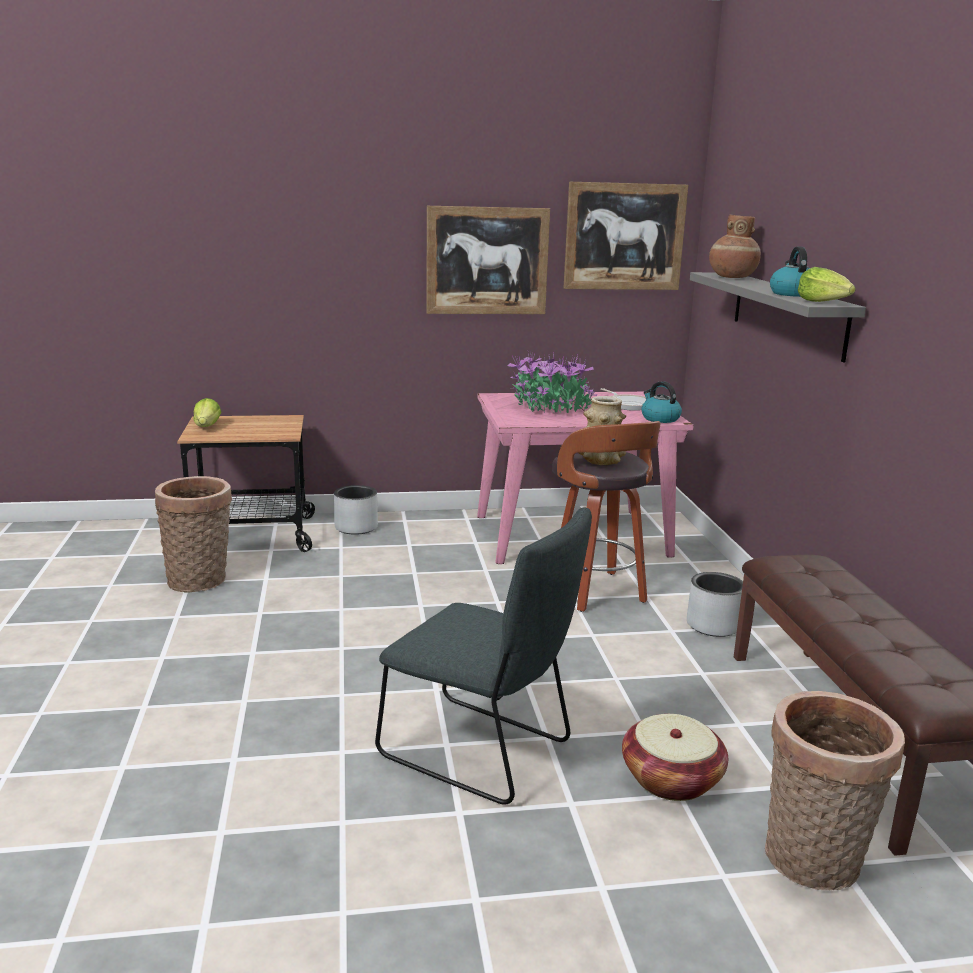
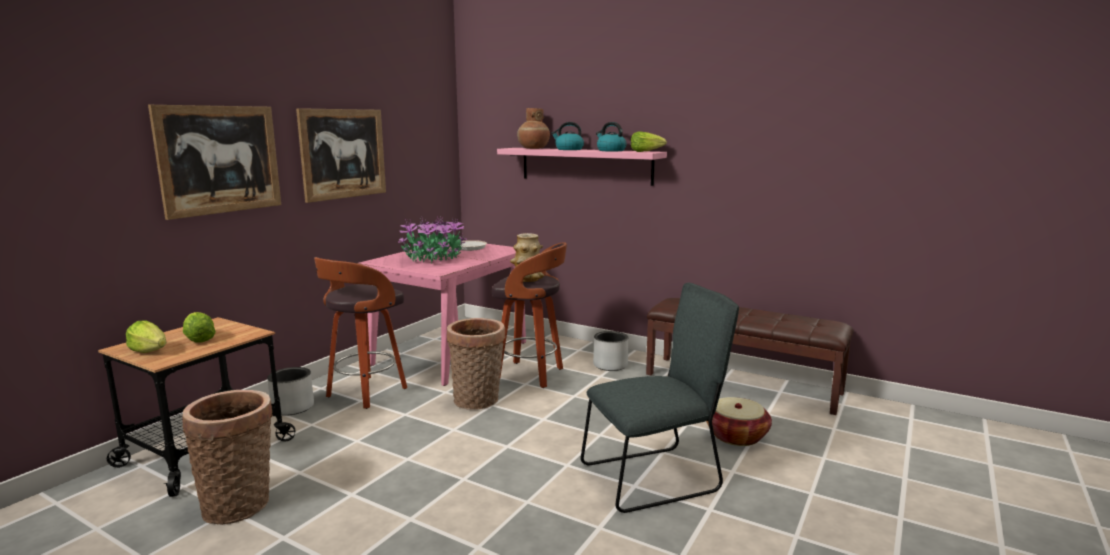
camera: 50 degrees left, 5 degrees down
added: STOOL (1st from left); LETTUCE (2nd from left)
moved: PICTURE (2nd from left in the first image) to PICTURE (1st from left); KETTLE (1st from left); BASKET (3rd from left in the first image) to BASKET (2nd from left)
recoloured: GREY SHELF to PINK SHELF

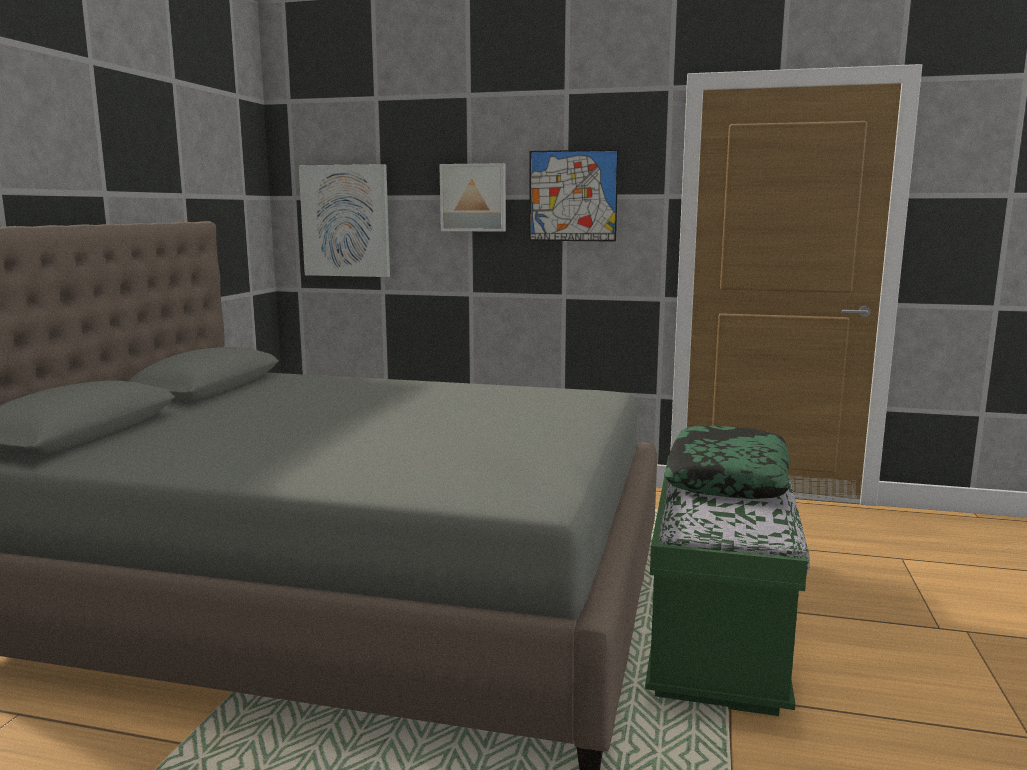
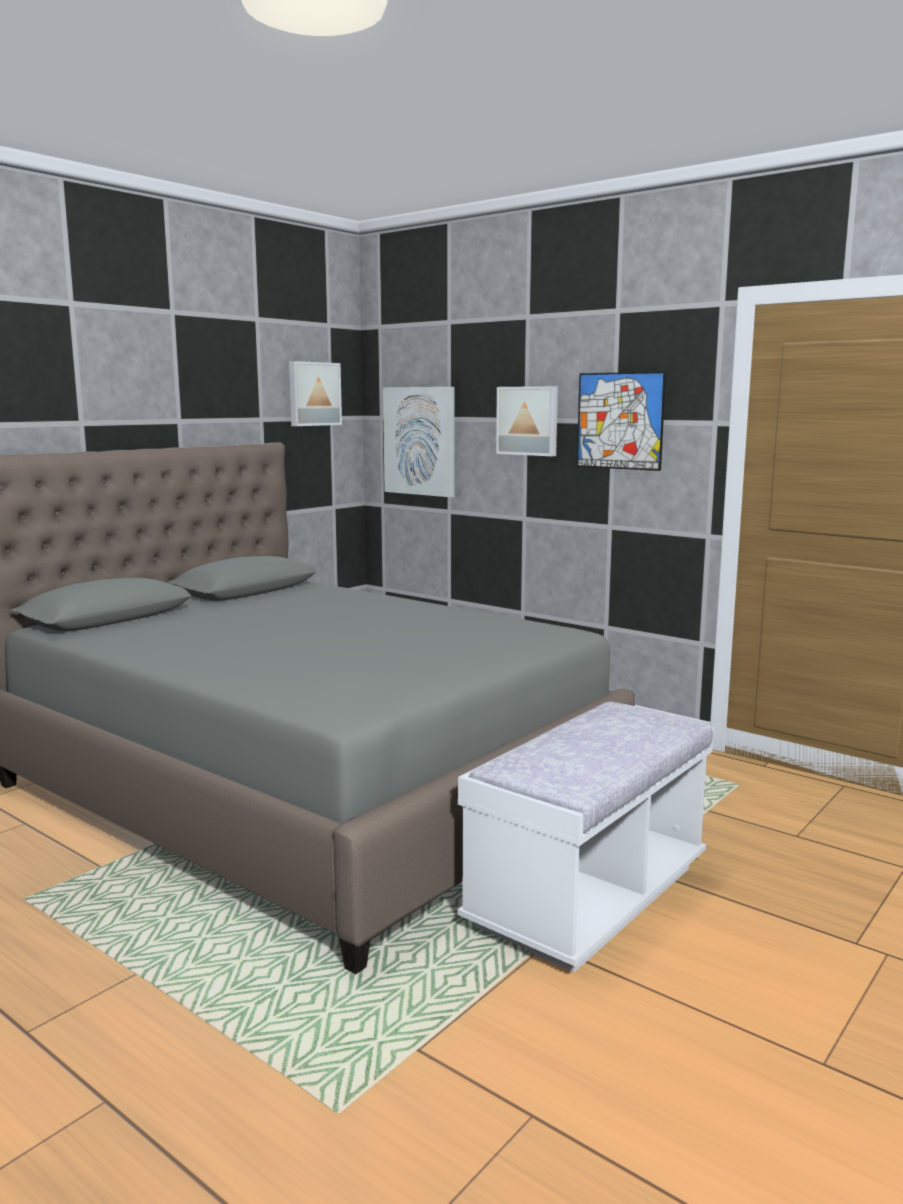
camera: 25 degrees right, 0 degrees up
removed: PILLOW
added: PICTURE (1st from left)
recoloured: GREEN BENCH to WHITE BENCH

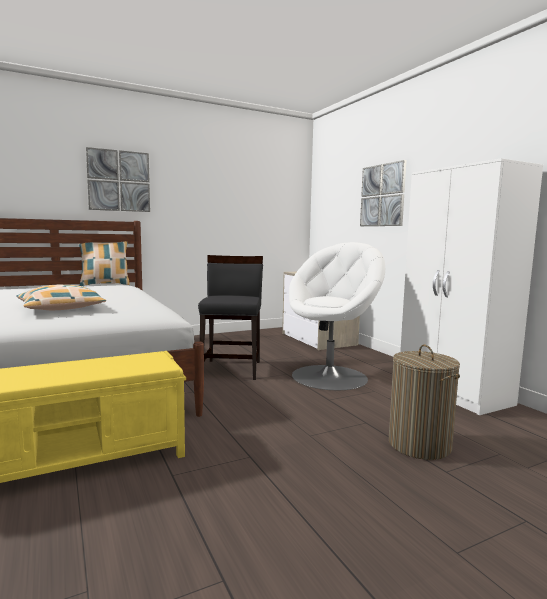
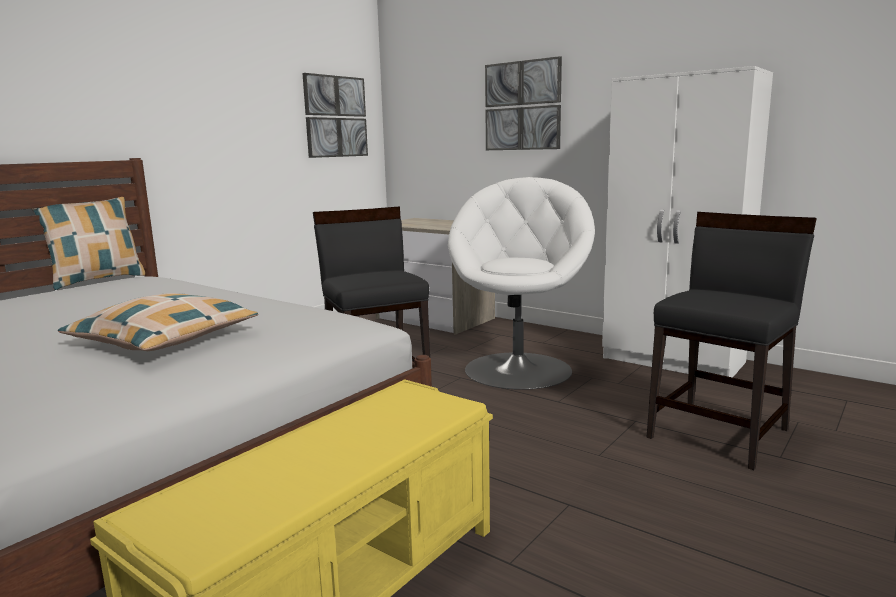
camera: 25 degrees left, 5 degrees up
moved: PICTURE (1st from left)
replaced: LAUNDRY BASKET to BLACK CHAIR (2nd from left)

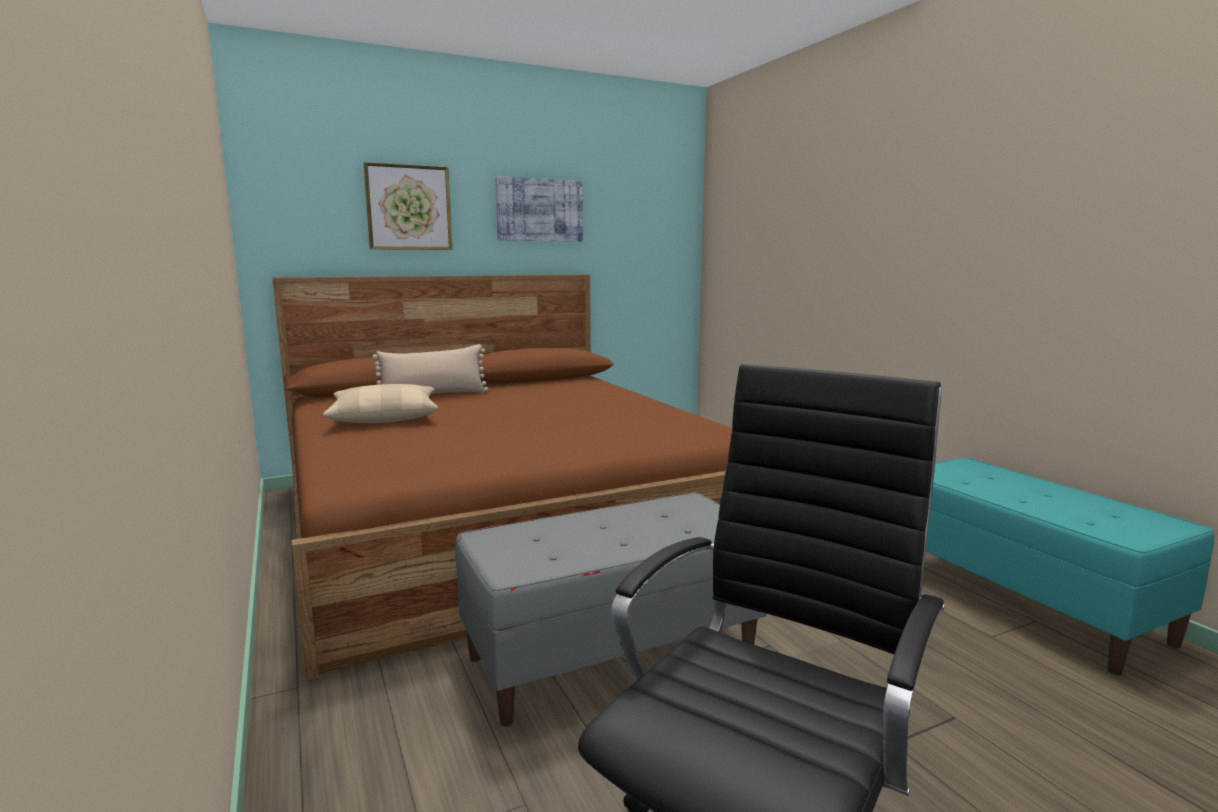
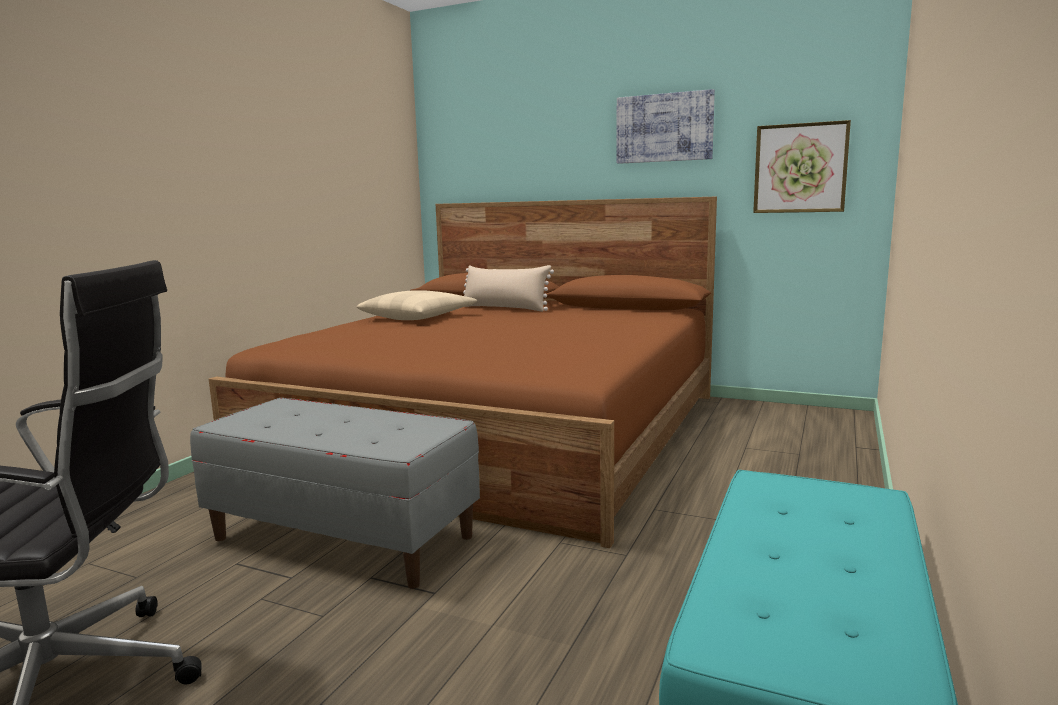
camera: 50 degrees right, 0 degrees up
moved: PICTURE (1st from left in the first image) to PICTURE (2nd from left)

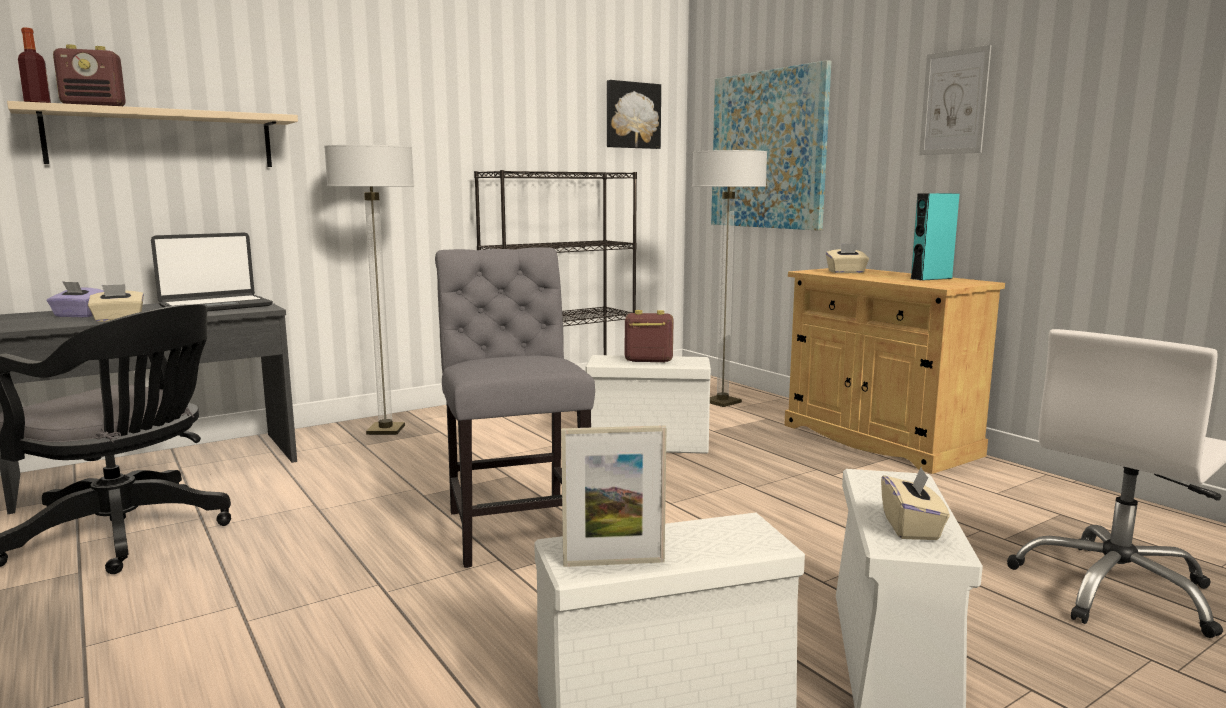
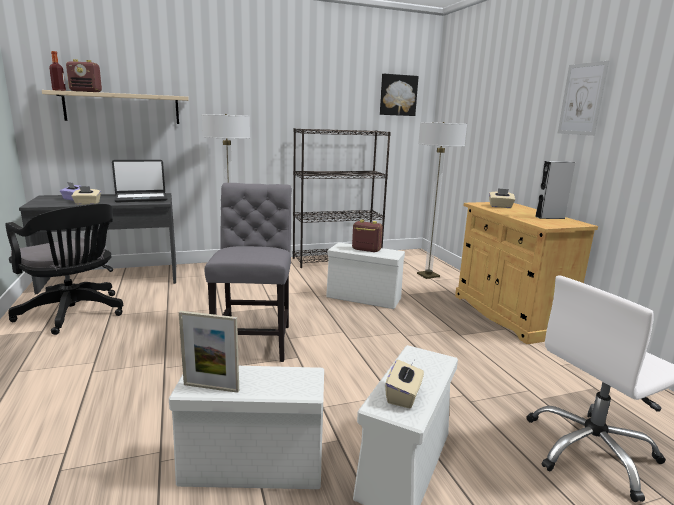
camera: 15 degrees right, 5 degrees up
removed: PICTURE (2nd from left)
recoloured: TURQUOISE SPEAKER to GREY SPEAKER

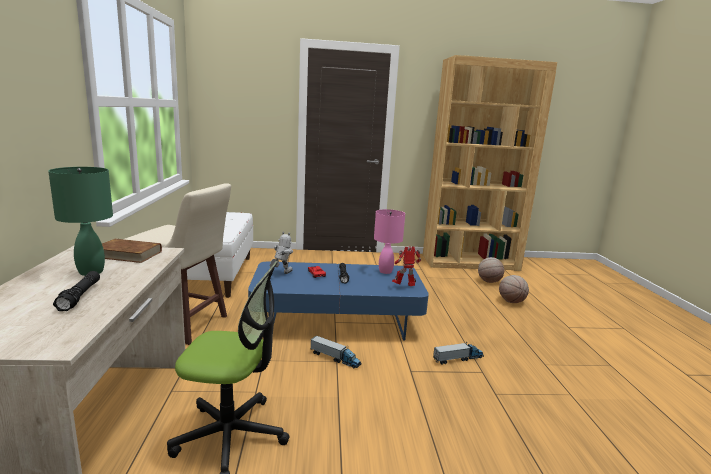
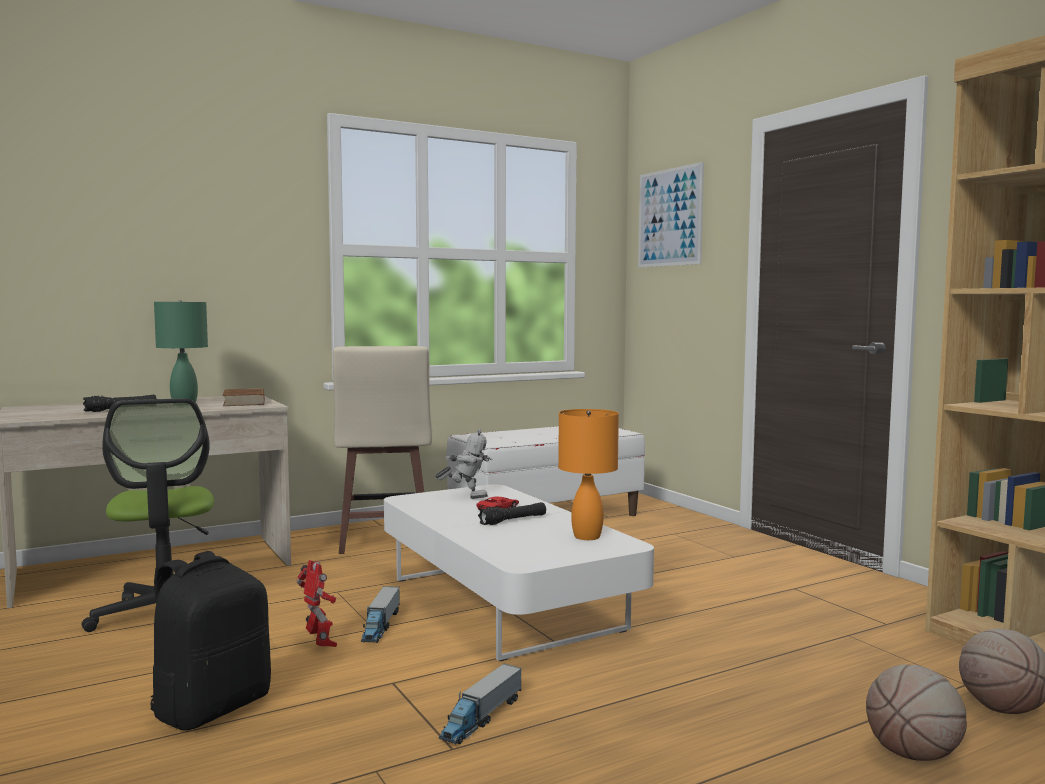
camera: 65 degrees right, 10 degrees down
added: PICTURE; BLACK BACKPACK
moved: TOY ROBOT (2nd from left in the first image) to TOY ROBOT (1st from left)
recoloured: PINK TABLE LAMP to ORANGE TABLE LAMP; BLUE COFFEE TABLE to WHITE COFFEE TABLE
turned: TOY TRUCK (2nd from left) 75 degrees clockwise

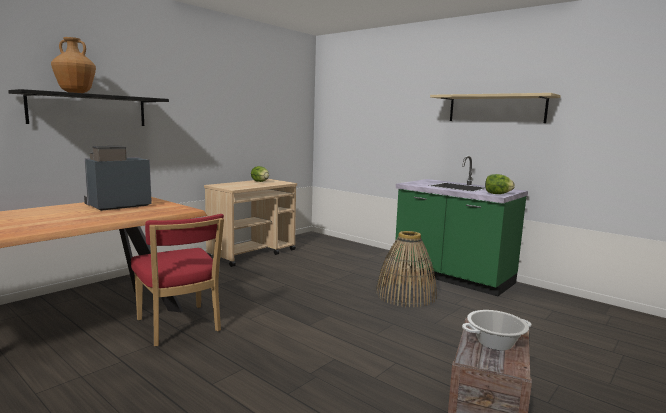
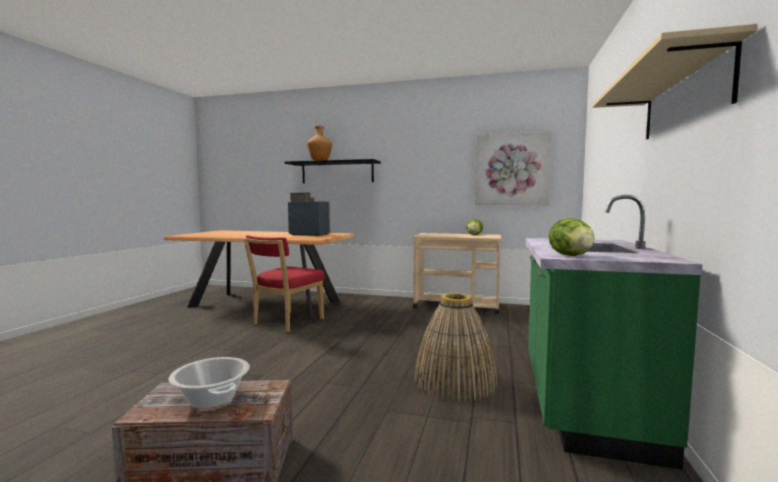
camera: 65 degrees right, 5 degrees down
added: PICTURE

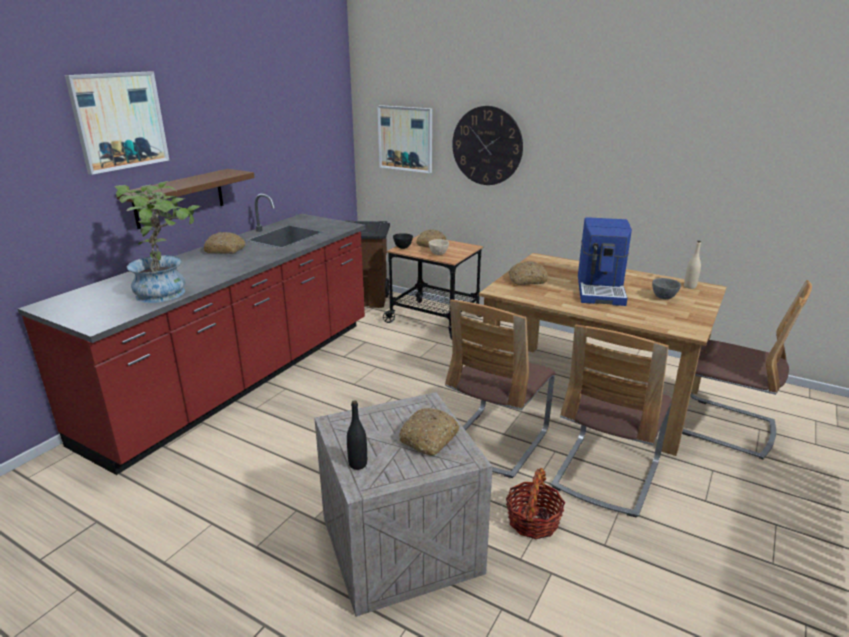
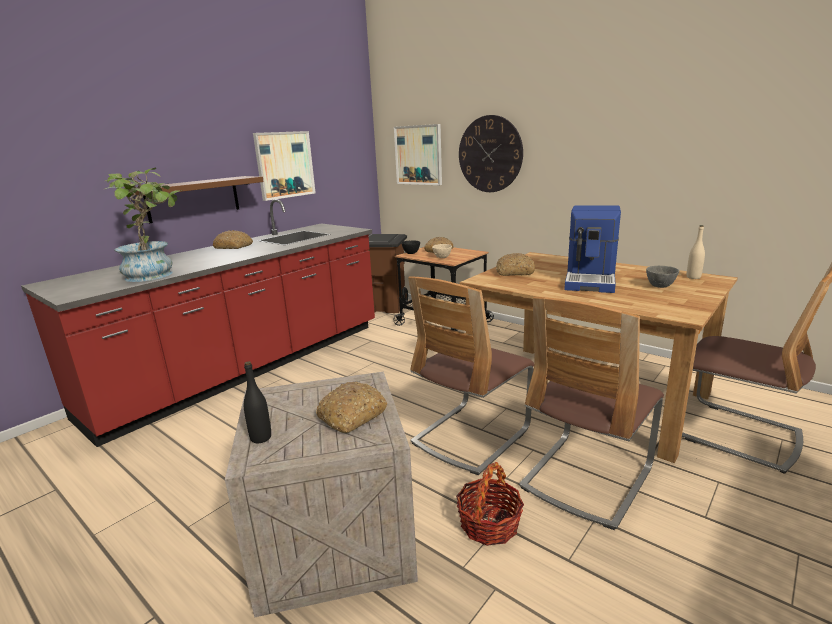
camera: 10 degrees right, 5 degrees down
moved: PICTURE (1st from left)

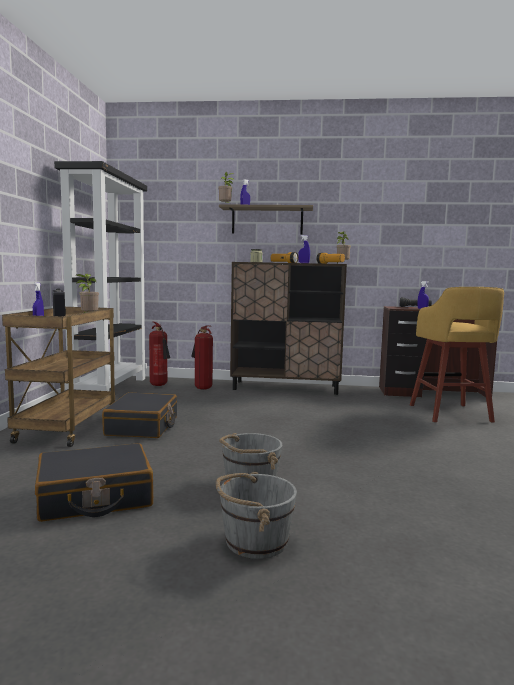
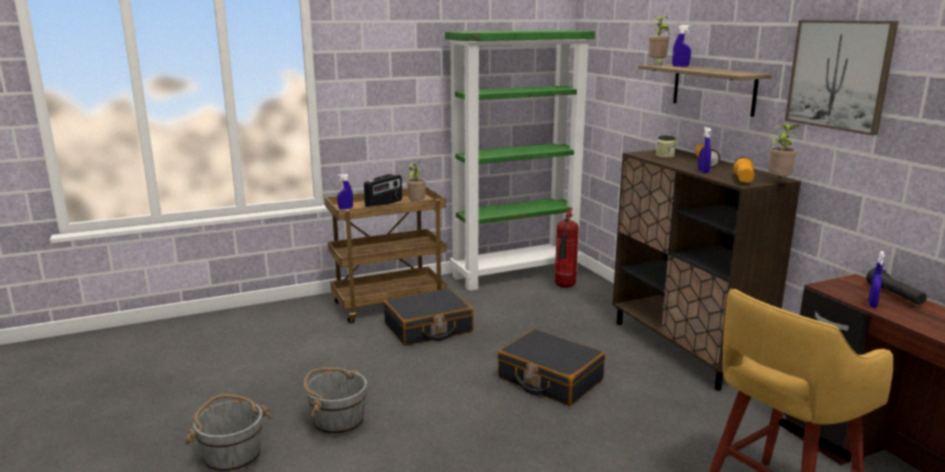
camera: 60 degrees right, 10 degrees up
removed: FIRE EXTINGUISHER (2nd from left)
added: PICTURE
moved: BLACK SUITCASE (1st from left in the first image) to BLACK SUITCASE (2nd from left)
recoloured: BLACK BOOKCASE to GREEN BOOKCASE

